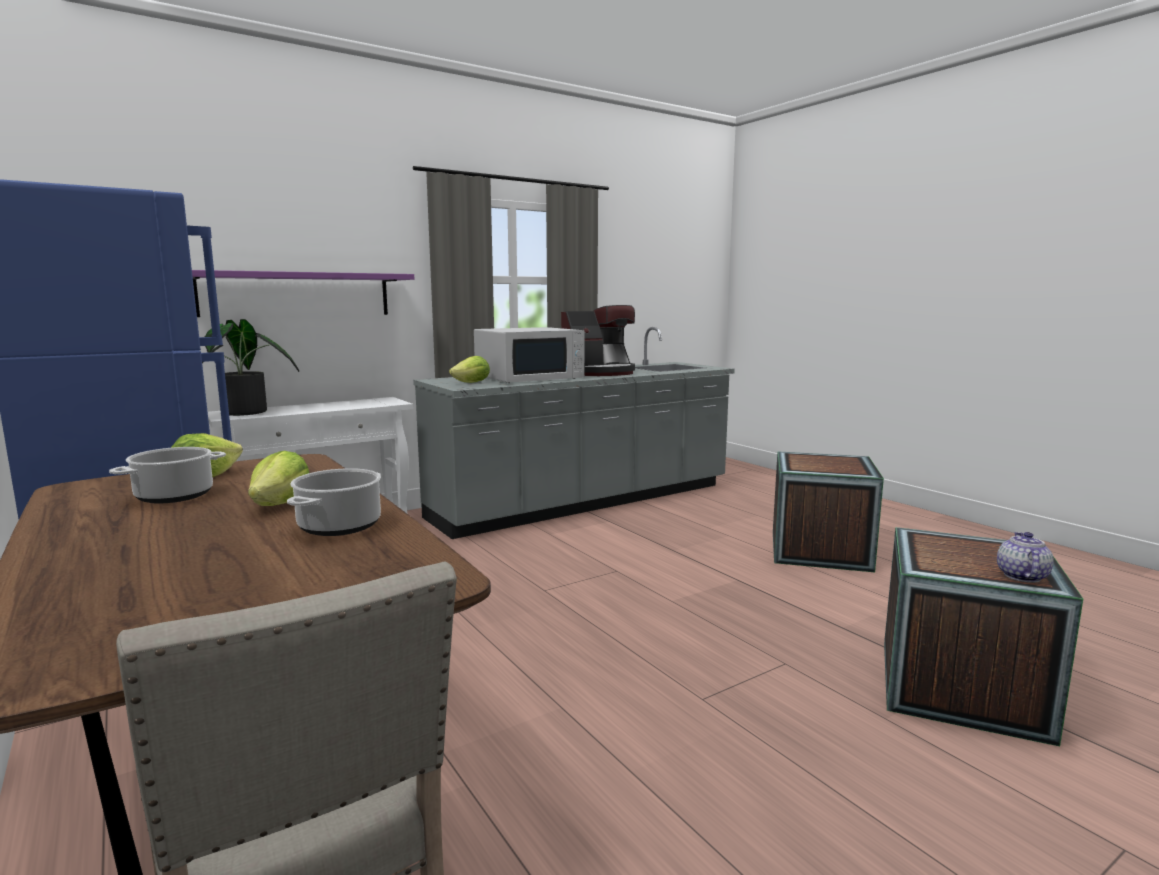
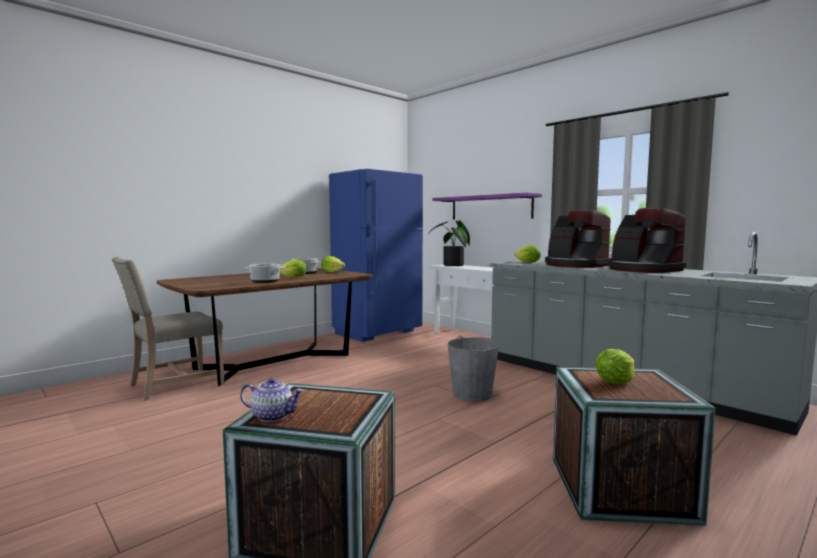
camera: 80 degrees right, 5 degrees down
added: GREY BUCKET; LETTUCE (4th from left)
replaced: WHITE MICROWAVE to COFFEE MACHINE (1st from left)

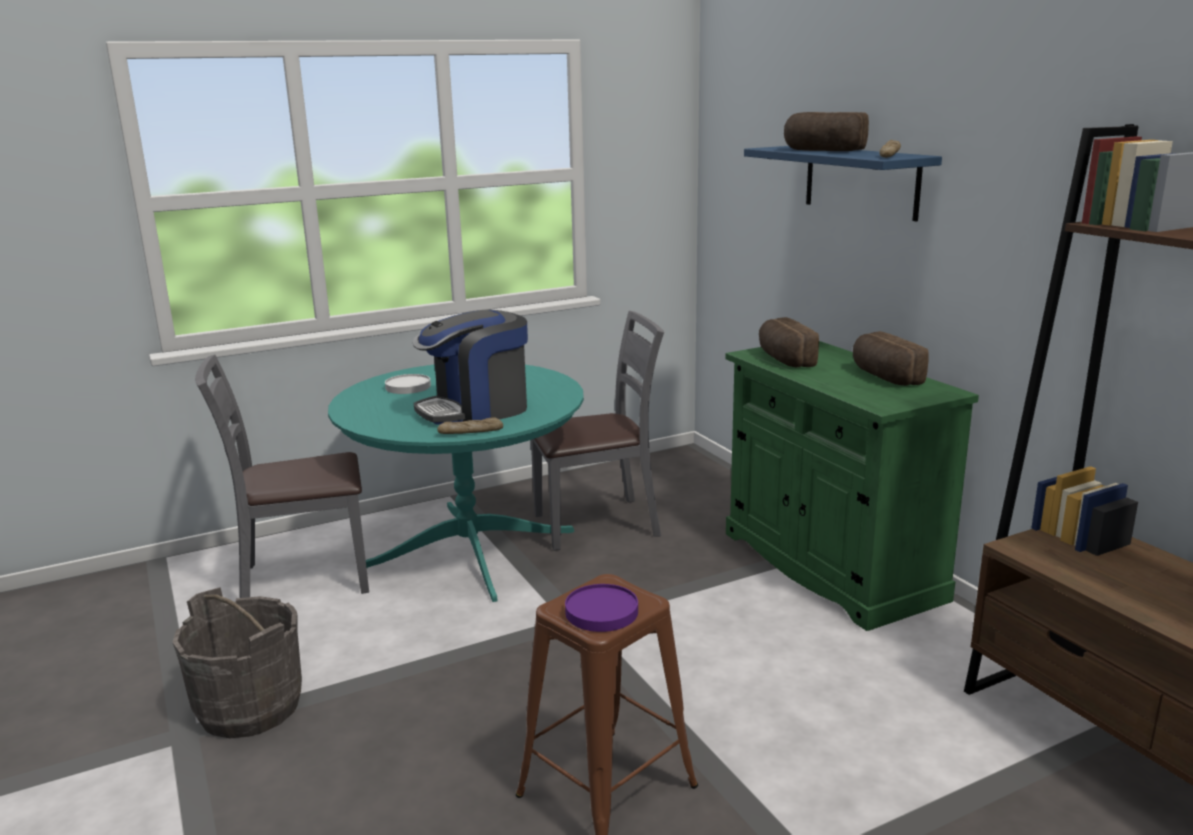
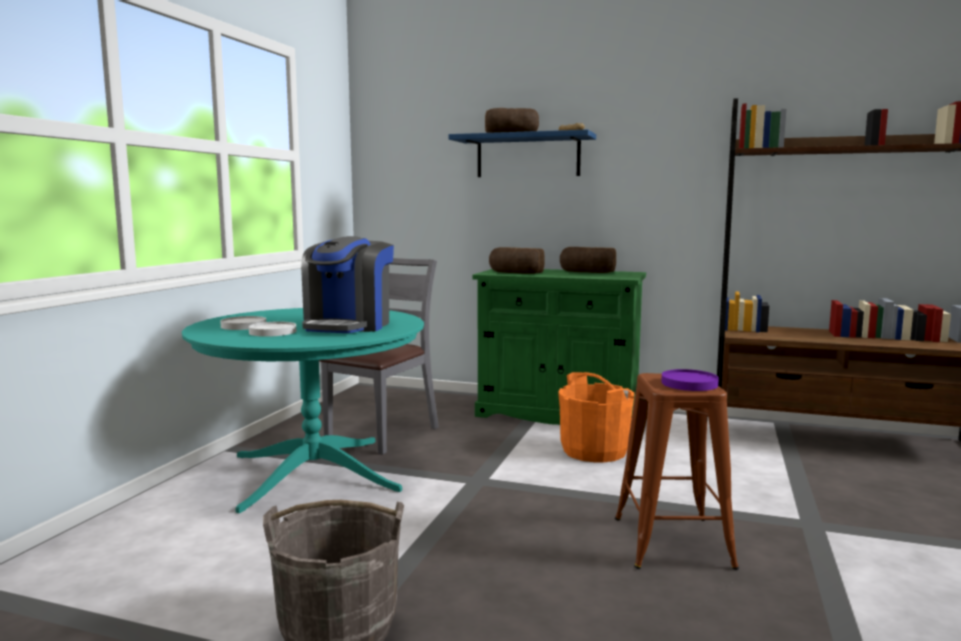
camera: 45 degrees left, 10 degrees down
removed: GREY CHAIR (1st from left); BREAD (1st from left)
added: WHITE PLATE (2nd from left); ORANGE BUCKET

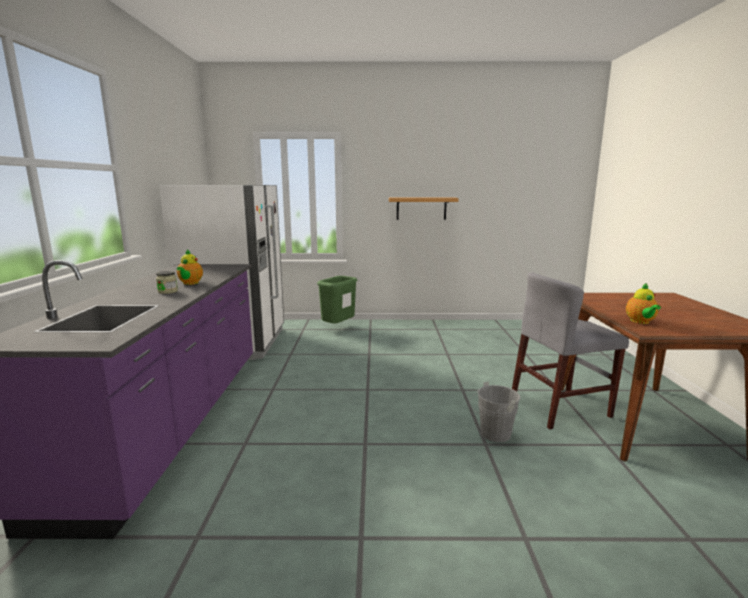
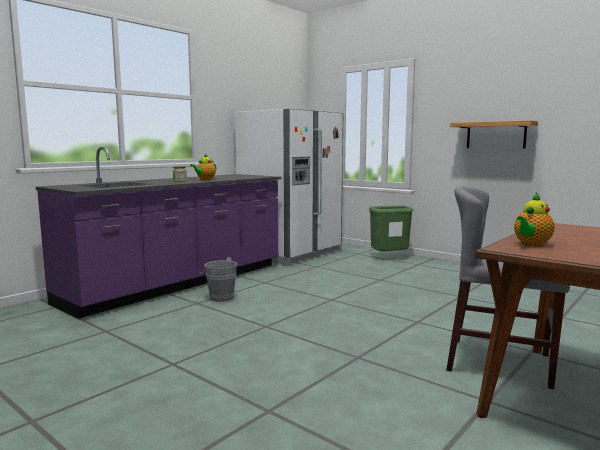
camera: 40 degrees right, 5 degrees down
moved: GREY BUCKET

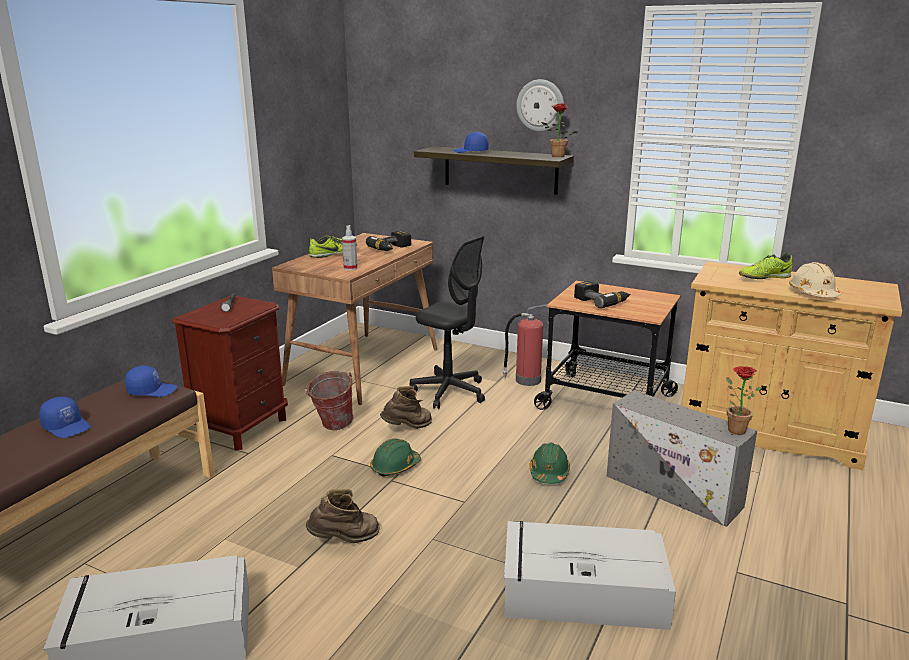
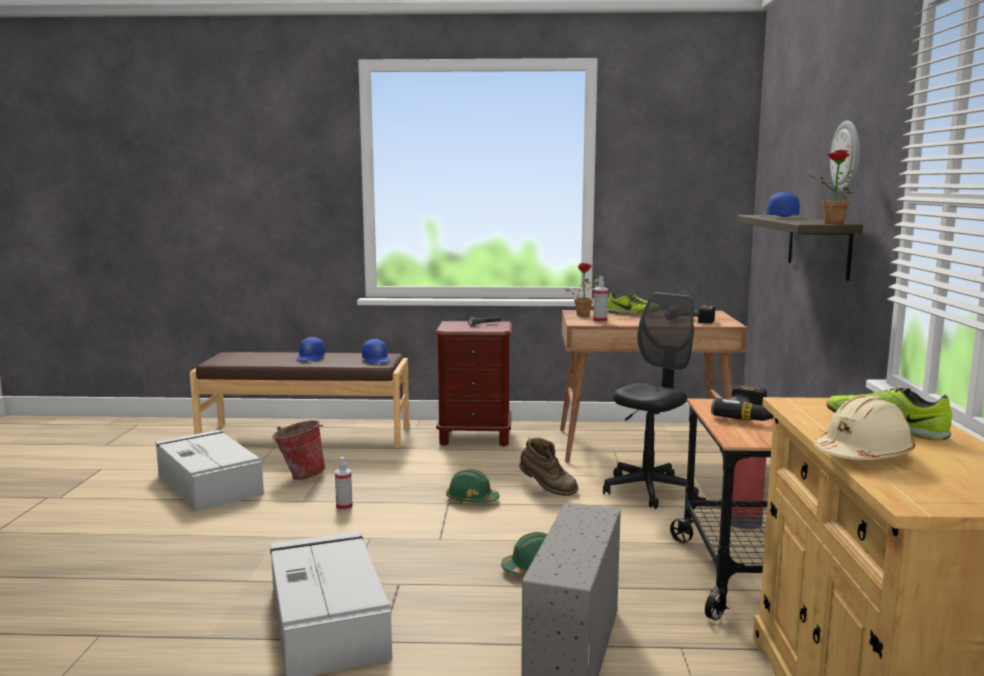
camera: 65 degrees right, 10 degrees down
moved: POTTED PLANT (2nd from left in the first image) to POTTED PLANT (1st from left); BUCKET
replaced: BROWN BOOT (1st from left) to SPRAY BOTTLE (1st from left)
turned: BLACK OFFICE CHAIR 150 degrees counterclockwise

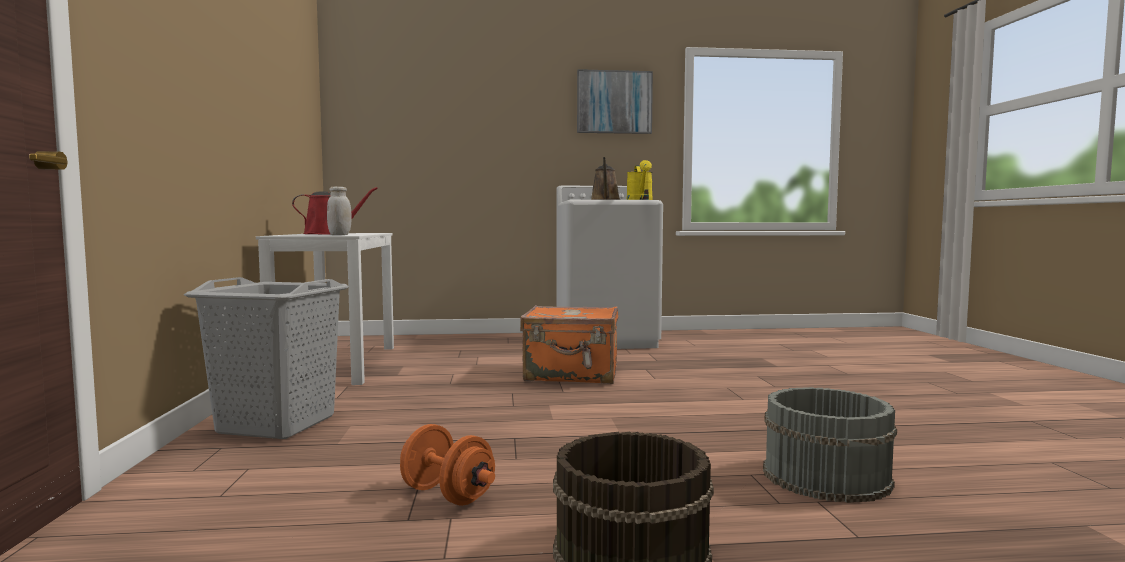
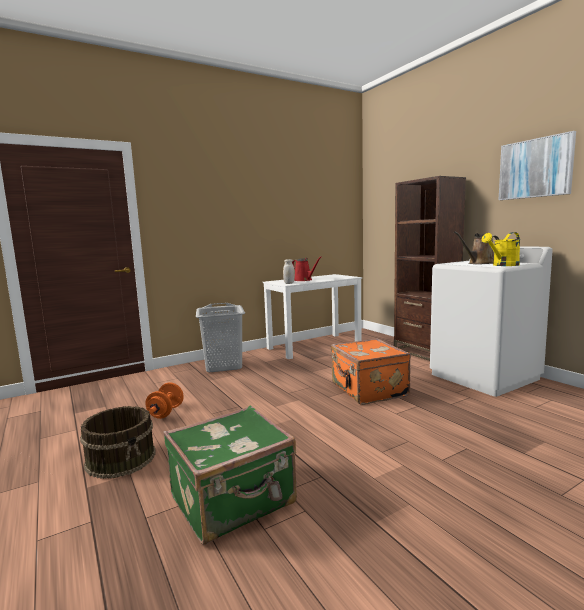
camera: 65 degrees right, 5 degrees up
added: BROWN BOOKCASE
replaced: GREY BUCKET to GREEN SUITCASE

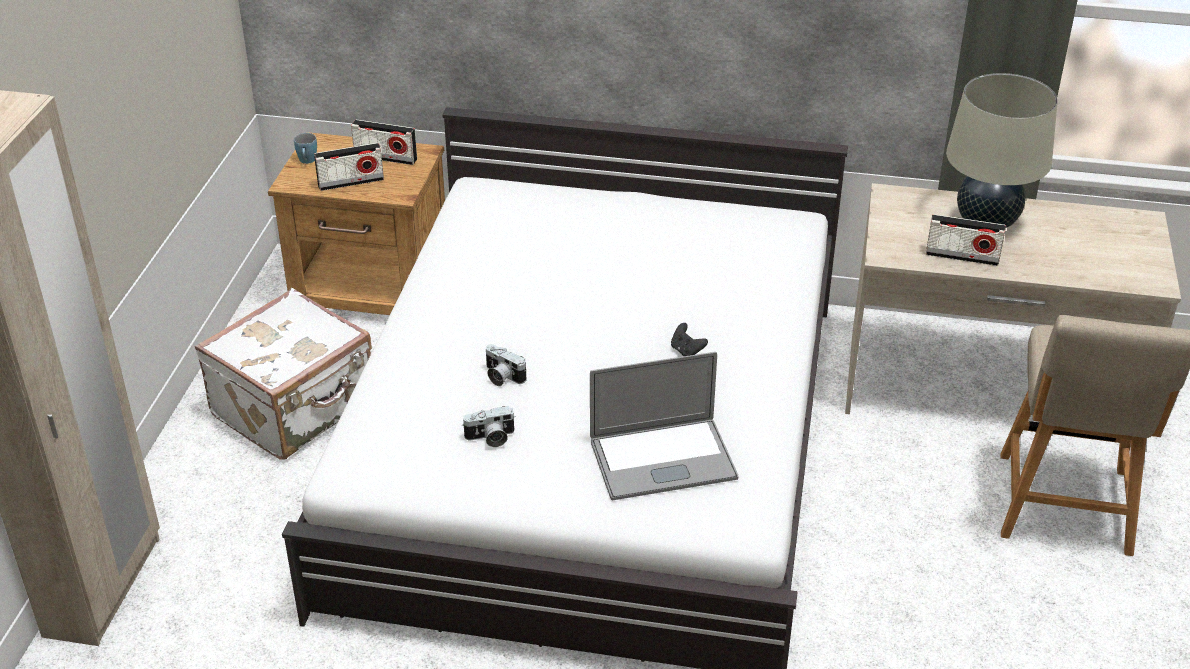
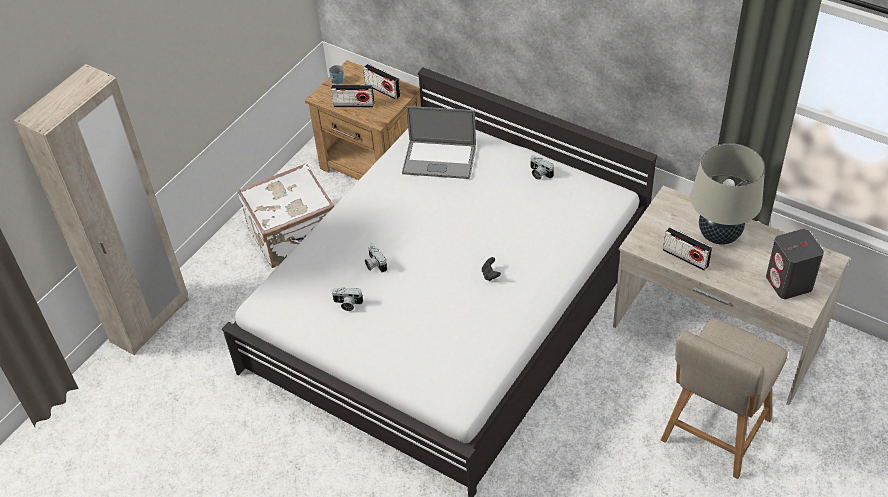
camera: 25 degrees right, 10 degrees up
added: PHOTO CAMERA (3rd from left); GREY SPEAKER
moved: LAPTOP

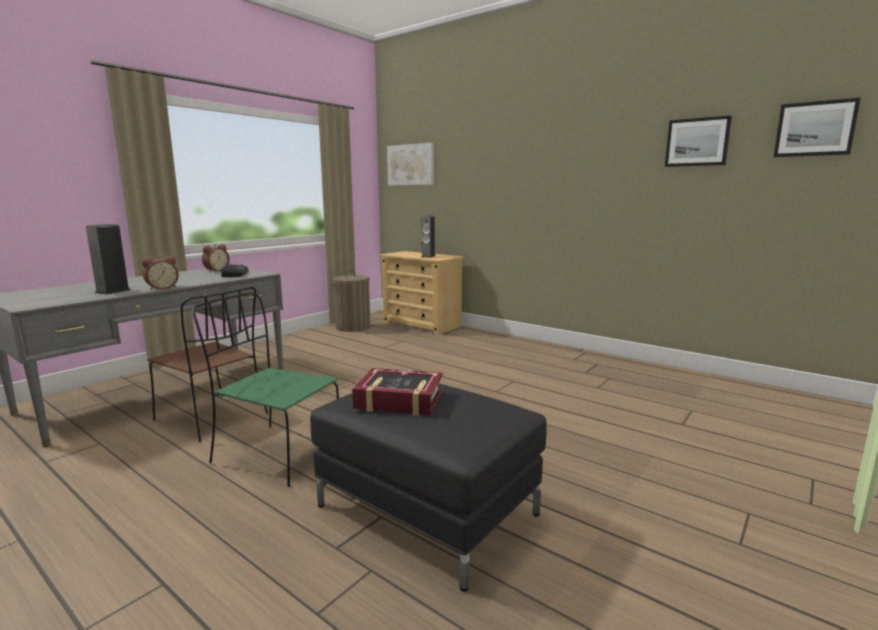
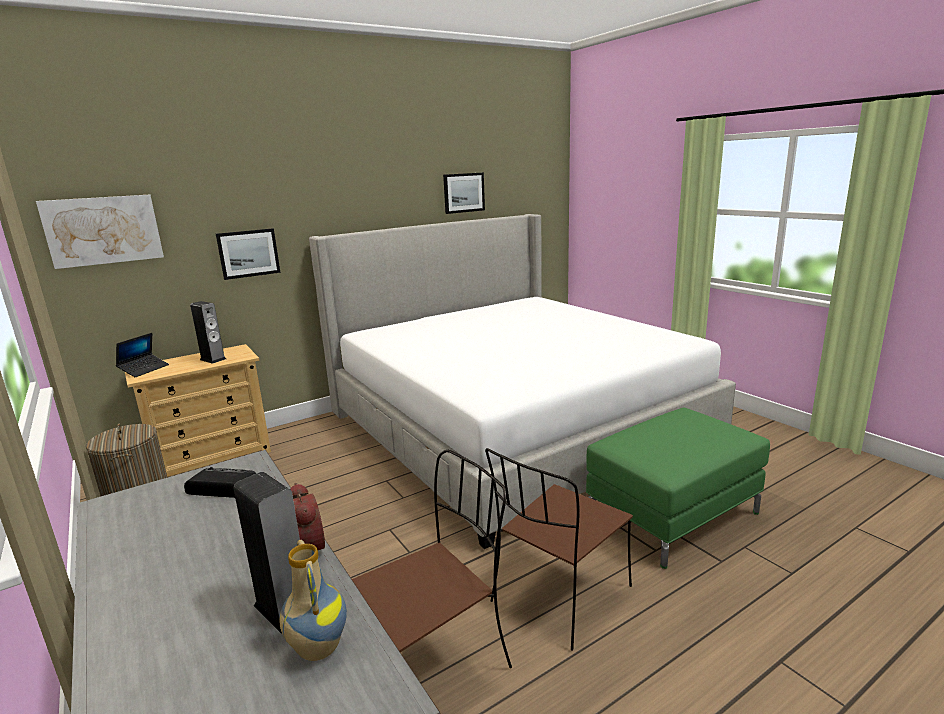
camera: 70 degrees left, 5 degrees up
removed: ALARM CLOCK (2nd from left); BOOK
added: BED; LAPTOP; VASE
moved: PICTURE (3rd from left in the first image) to PICTURE (2nd from left)
recoloured: GREEN CHAIR to BROWN CHAIR (2nd from left); BLACK OTTOMAN to GREEN OTTOMAN

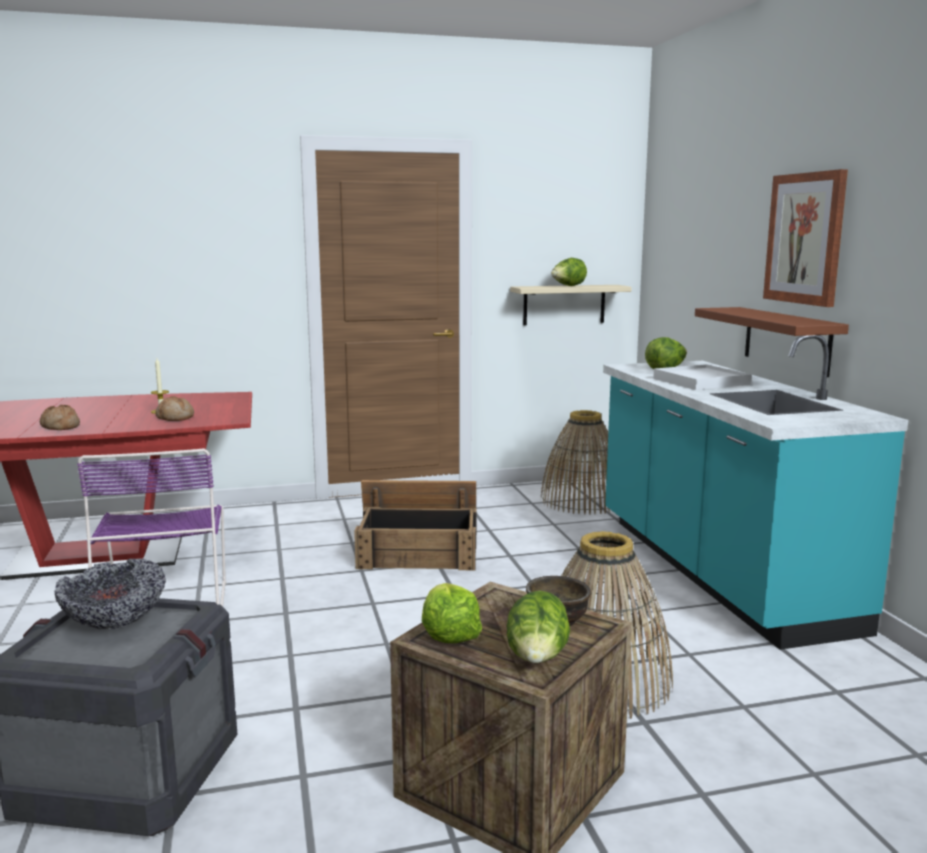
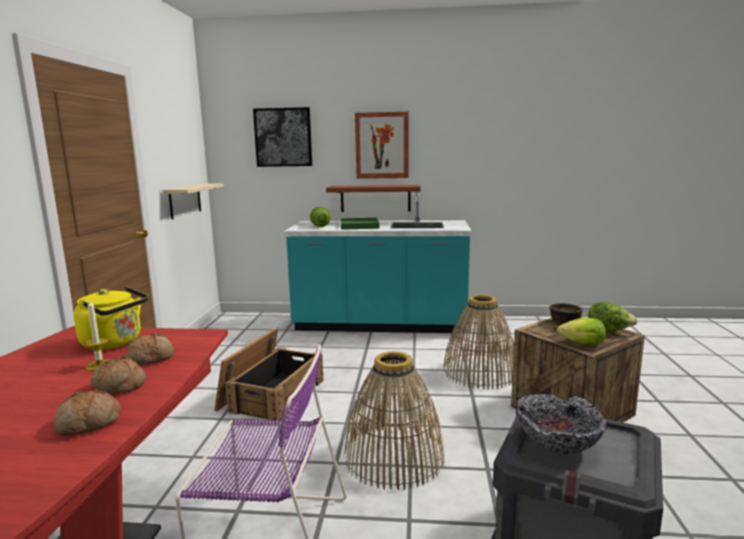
camera: 70 degrees left, 0 degrees up
removed: LETTUCE (3rd from left)
added: PICTURE (1st from left); YELLOW KETTLE; BREAD (2nd from left)
moved: BASKET (1st from left)
recoloured: WHITE TRAY to GREEN TRAY

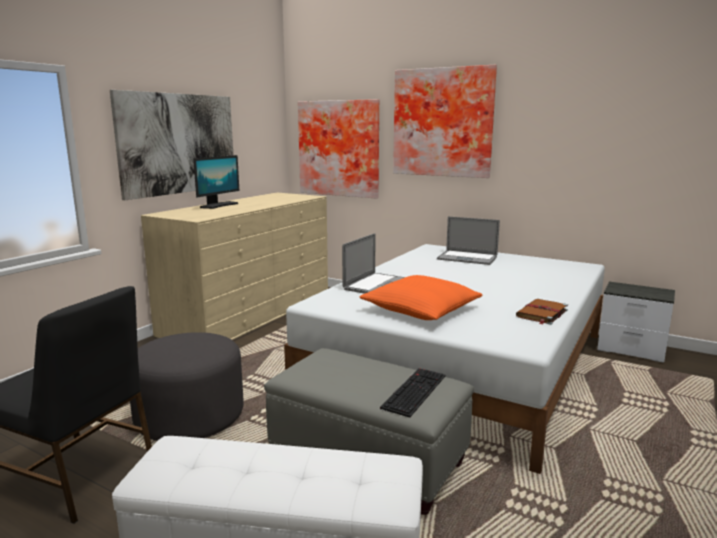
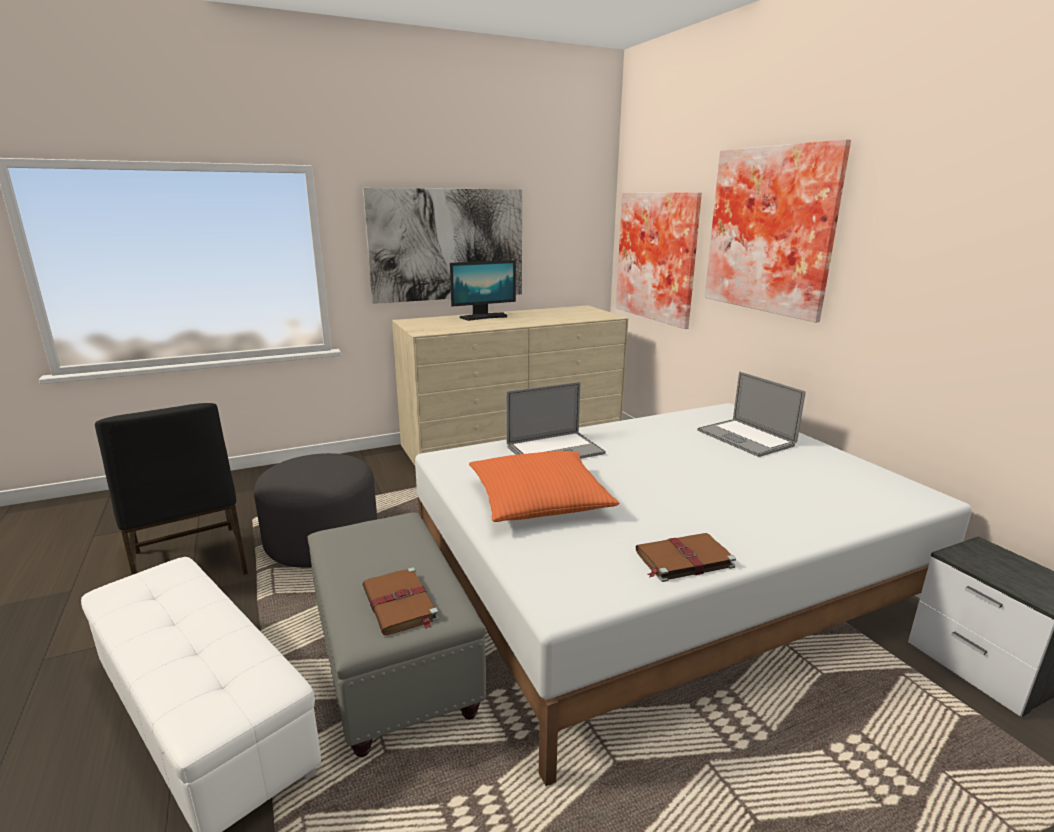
camera: 35 degrees right, 5 degrees up
replaced: KEYBOARD to BROWN BOOK (1st from left)

